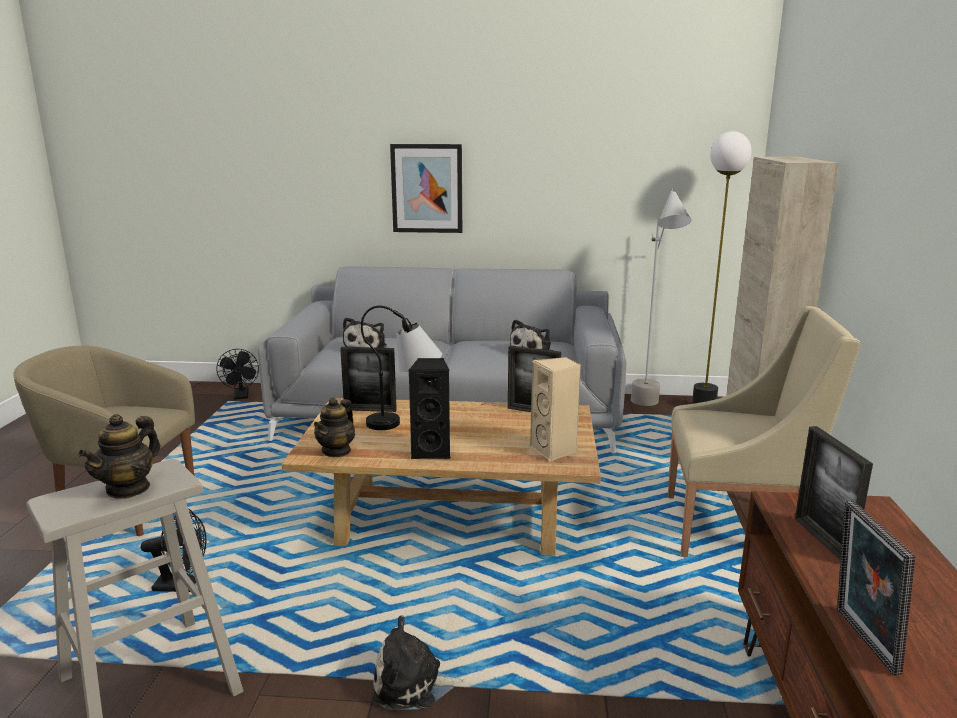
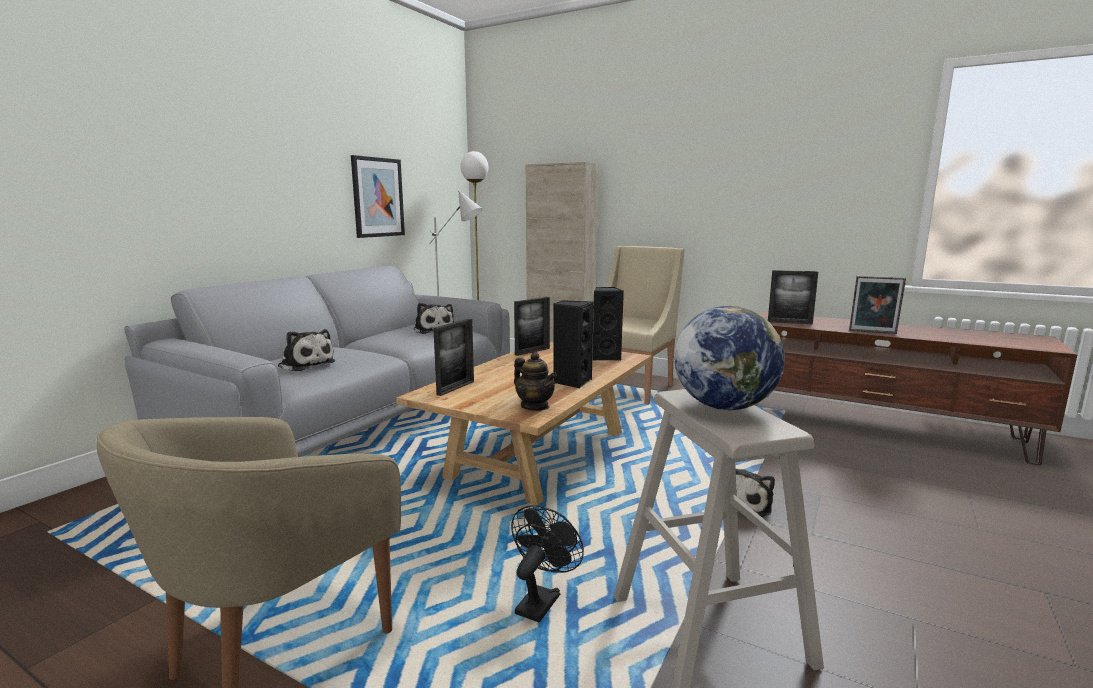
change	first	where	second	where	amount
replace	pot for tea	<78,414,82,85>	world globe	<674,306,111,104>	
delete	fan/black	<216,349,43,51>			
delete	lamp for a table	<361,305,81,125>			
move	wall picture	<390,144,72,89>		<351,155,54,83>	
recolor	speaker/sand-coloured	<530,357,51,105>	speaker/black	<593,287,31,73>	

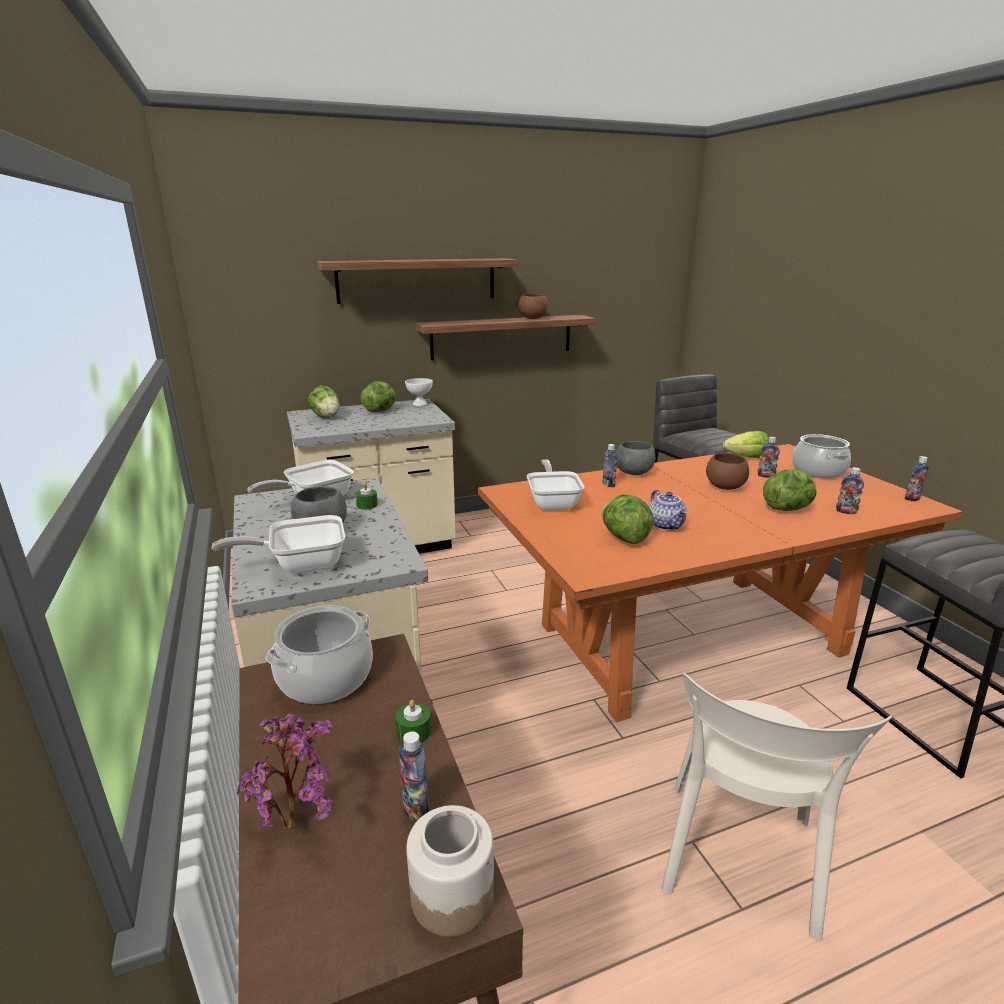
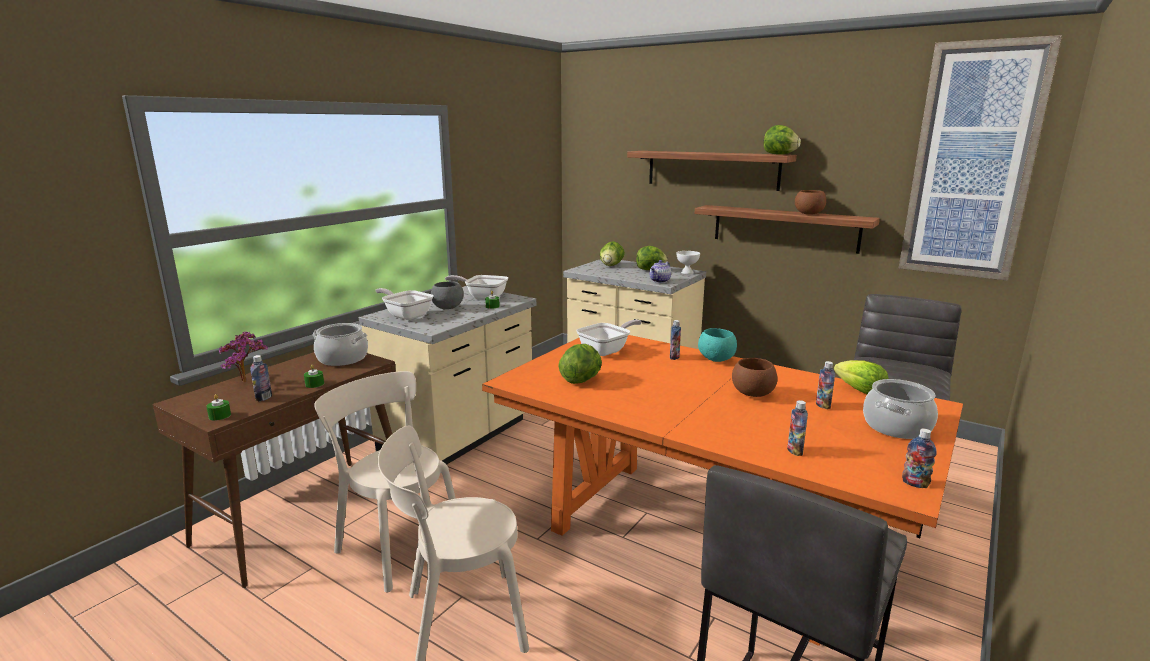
change	first	where	second	where	amount
replace	preserve jar	<406,805,88,132>	wax light/greenish	<206,394,25,26>	
recolor	deep dish/gray	<616,441,39,34>	deep dish/blue-green	<698,328,39,34>	
move	pot for tea	<649,490,38,41>		<649,260,22,23>	
move	head of lettuce	<763,469,54,42>		<764,125,37,30>	
insert			plain chair/sand-coloured	<314,371,142,222>	
insert			wall picture	<899,35,163,246>	

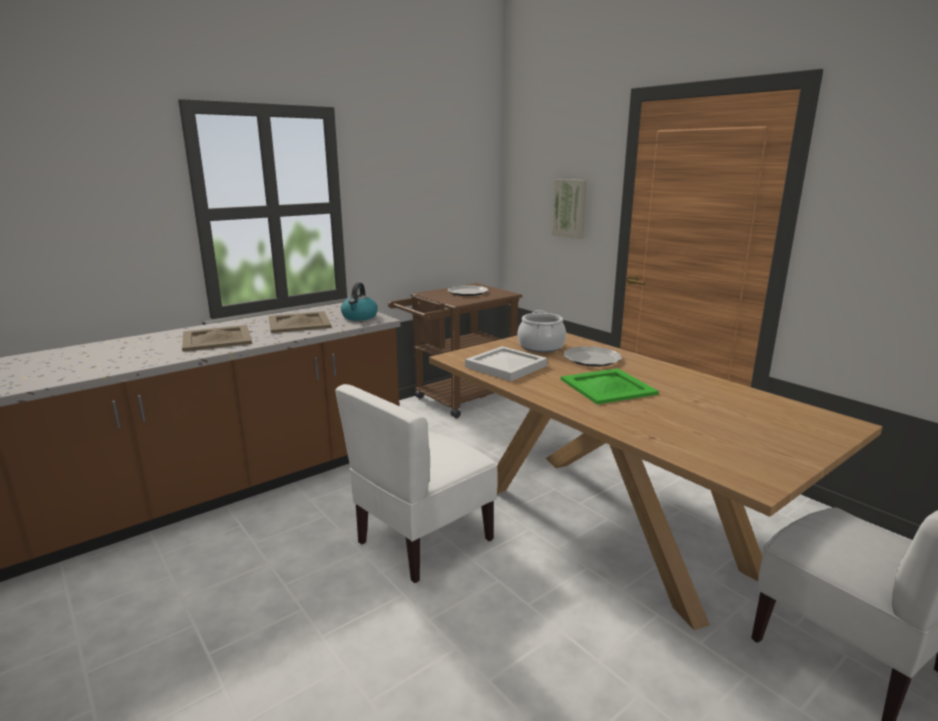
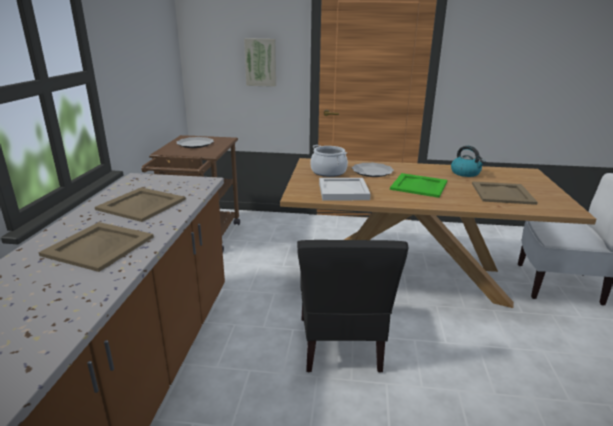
change	first	where	second	where	amount
recolor	plain chair/white-coloured	<335,384,163,199>	plain chair/black	<297,240,111,133>	
move	tea kettle	<341,283,37,38>		<451,146,35,31>	
insert			tray/sand-coloured	<472,181,66,24>	

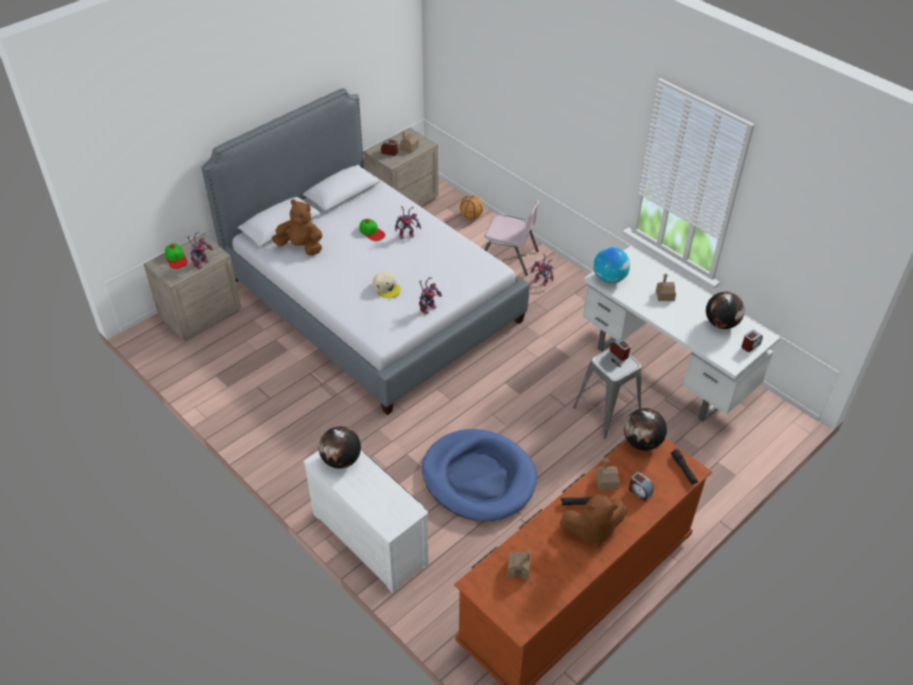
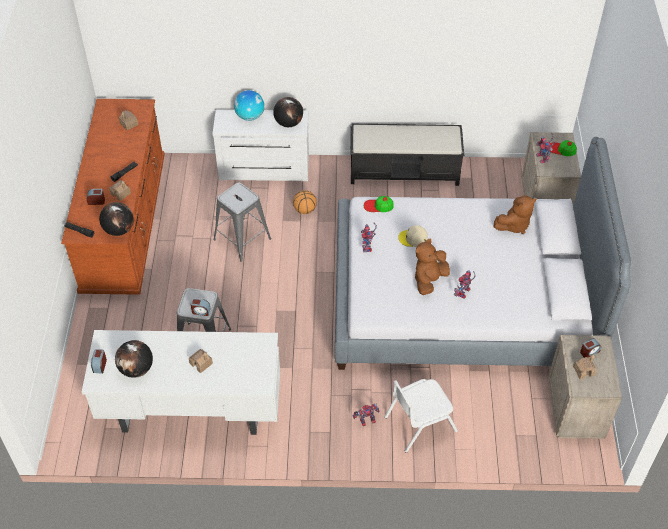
change	first	where	second	where	amount
move	peaked cap	<359,219,26,22>		<364,196,30,16>	
replace	dog cushion/bluish	<422,429,115,92>	stool/gray	<214,183,57,79>	
move	ball for basketball	<460,195,24,24>		<293,190,24,24>	
recolor	plain chair/pink-coloured	<484,200,55,76>	plain chair/white-coloured	<384,379,74,74>	
move	cuddly toy/brown	<560,494,67,53>		<415,239,35,56>	
move	world globe	<593,247,37,37>		<234,90,30,31>	
insert			long seat/black	<350,124,114,62>	

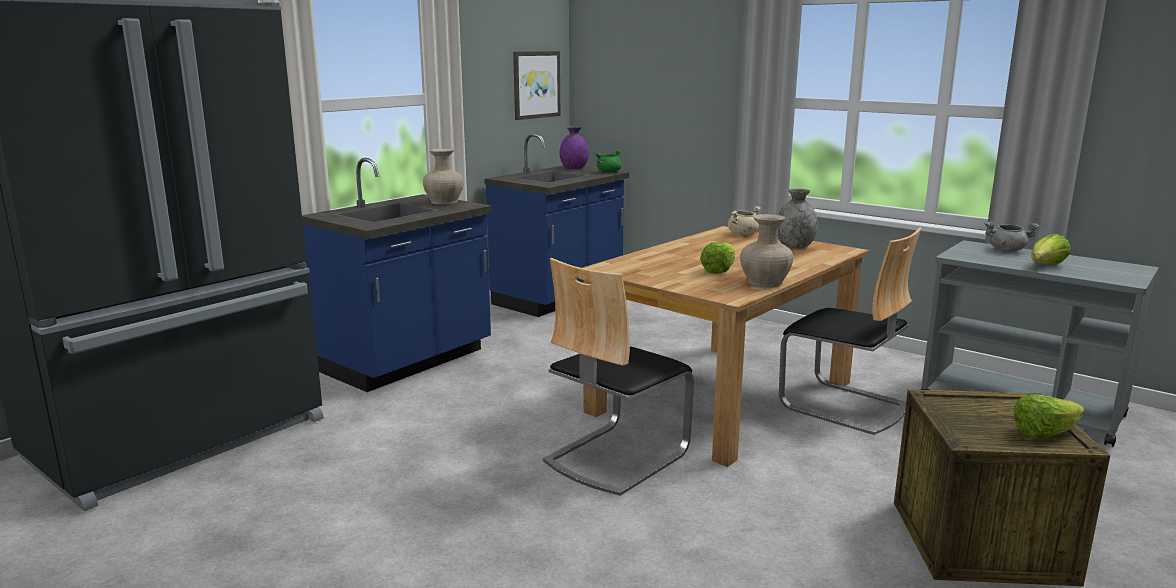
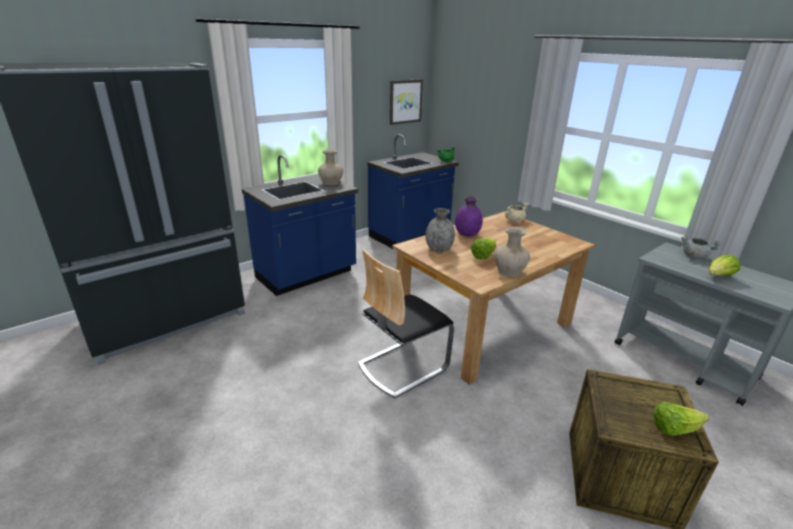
change	first	where	second	where	amount
move	vase/purple-coloured	<560,126,29,43>		<455,196,28,41>	
move	vase/gray	<777,189,41,59>		<425,208,30,44>	
delete	plain chair	<779,227,142,208>			

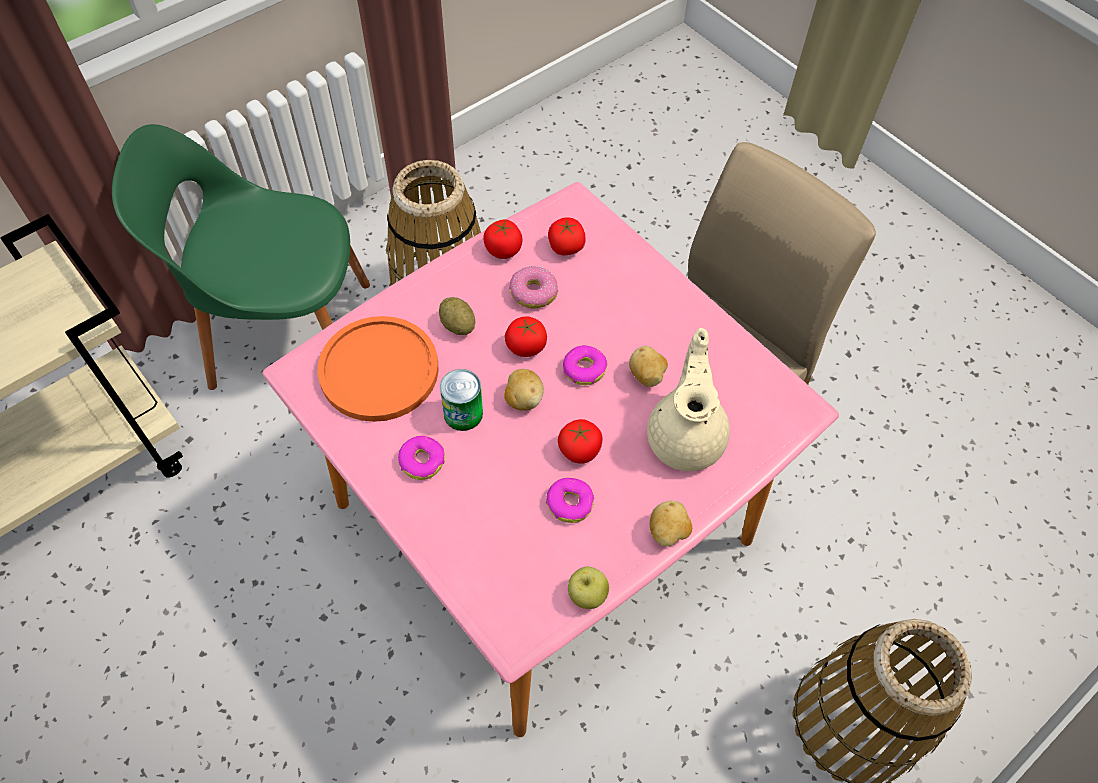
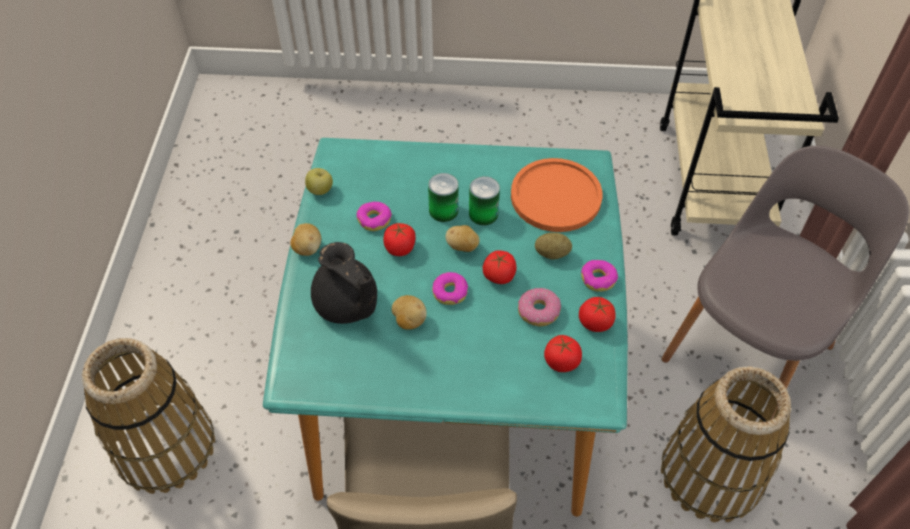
change	first	where	second	where	amount
recolor	plain chair/greenish	<112,124,258,266>	plain chair/gray	<661,146,248,274>	
recolor	dining table/pink-coloured	<263,182,576,555>	dining table/blue-green	<263,138,365,379>	
move	doughnut	<398,436,47,44>		<581,260,37,32>	
recolor	pot for tea/sand-coloured	<647,328,83,143>	pot for tea/black	<311,242,66,82>	
insert			sealed can	<428,173,31,49>	

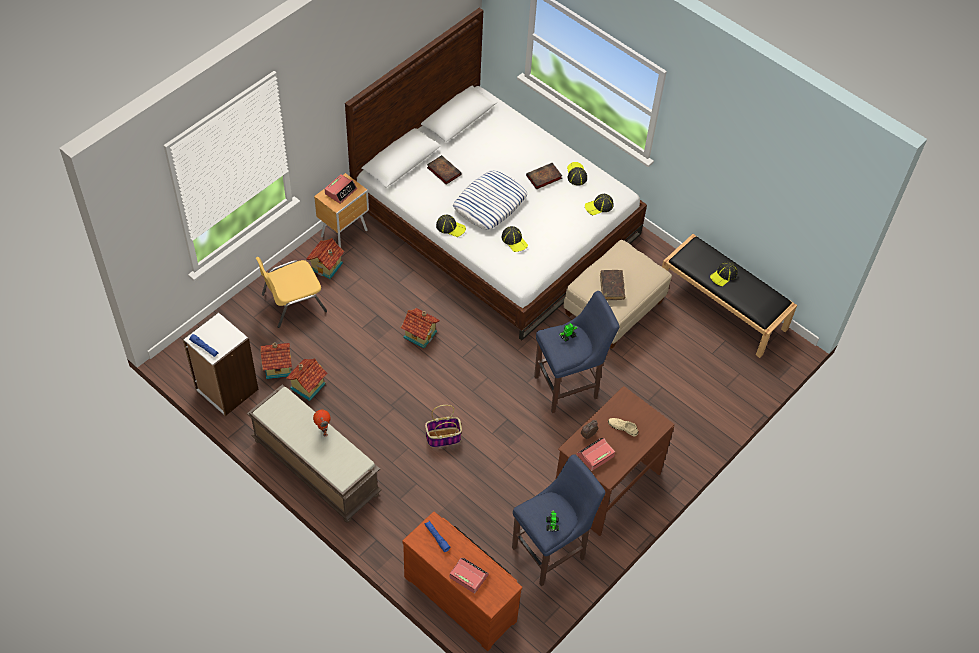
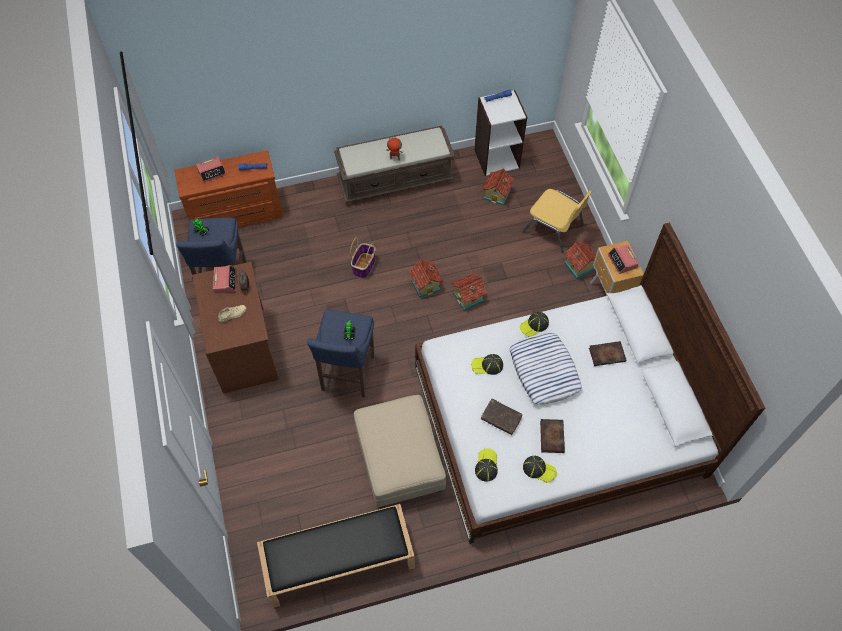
change	first	where	second	where	amount
rotate	plain chair/yellow-coloured	<256,257,71,71>		<523,189,69,63>	120 degrees clockwise
move	toy house	<286,358,41,43>		<408,259,35,39>	
move	book/brown	<600,270,25,30>		<481,399,41,36>	
delete	peaked cap	<710,262,28,24>			

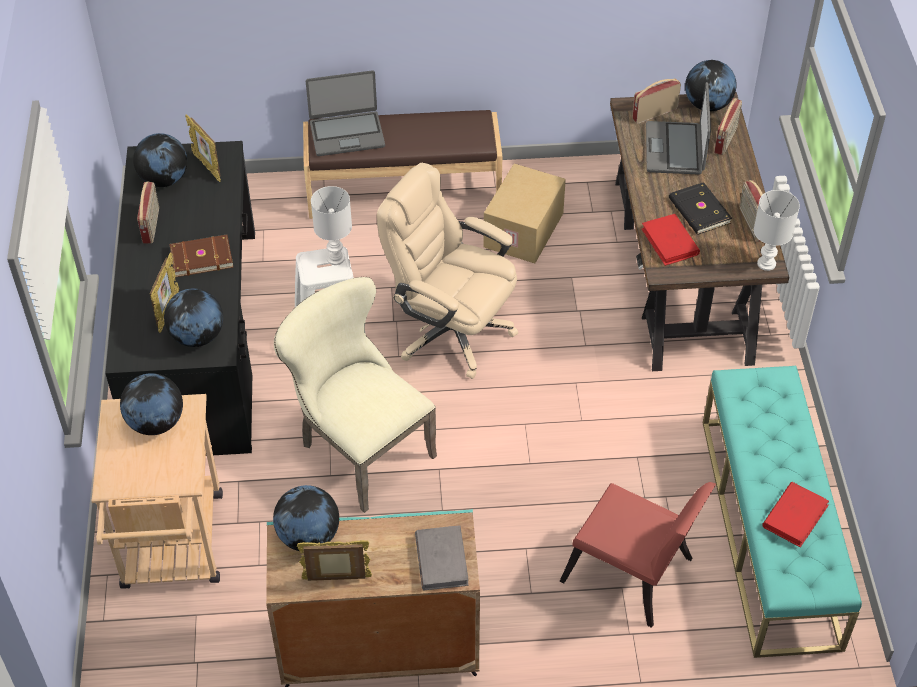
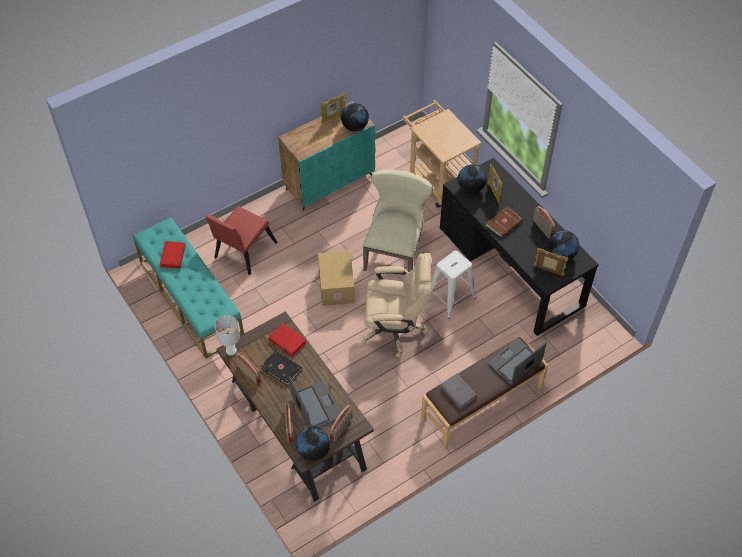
change	first	where	second	where	amount
delete	world globe	<120,373,63,62>			
rotate	plain chair/sand-coloured	<274,277,163,236>		<363,170,70,102>	90 degrees counterclockwise
delete	lamp for a table/white-coloured	<311,186,41,79>			
move	book/gray	<415,525,54,65>		<440,373,37,36>	
move	packing box	<483,164,83,99>		<318,251,37,55>	
rotate	plain chair/red-coloured	<560,482,156,146>		<205,206,73,69>	60 degrees counterclockwise

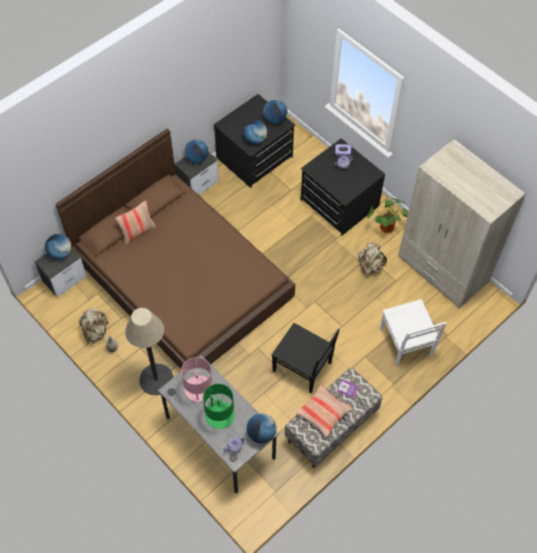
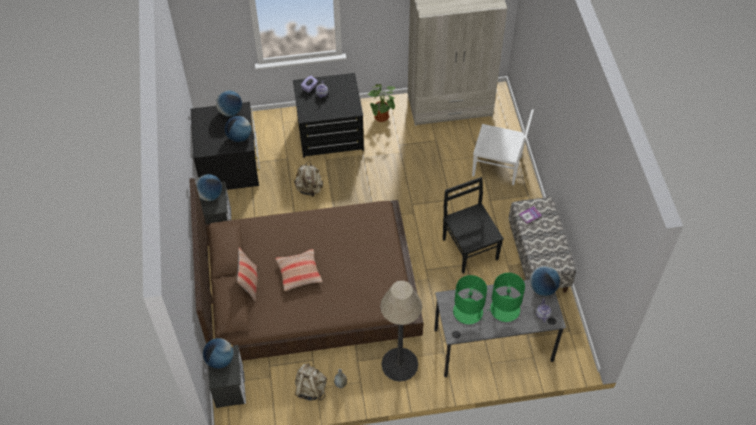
change	first	where	second	where	amount
recolor	lamp for a table/pink-coloured	<181,357,32,48>	lamp for a table/greenish	<453,275,34,49>	
rotate	plain chair/black	<272,323,68,70>		<443,177,61,96>	90 degrees counterclockwise
move	throw pillow	<296,384,56,53>		<275,249,48,42>	
move	rucksack/sand-coloured	<358,243,29,31>		<294,162,29,35>	

